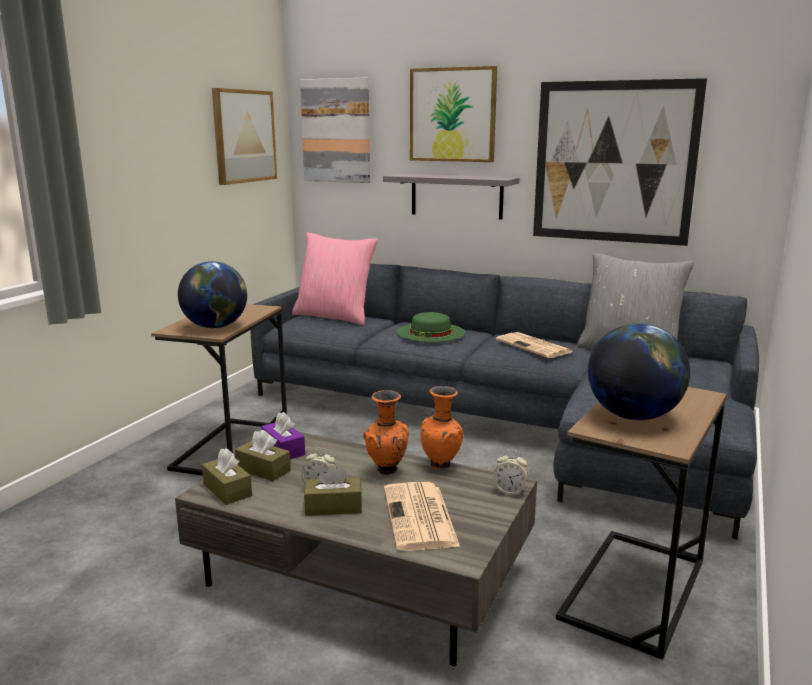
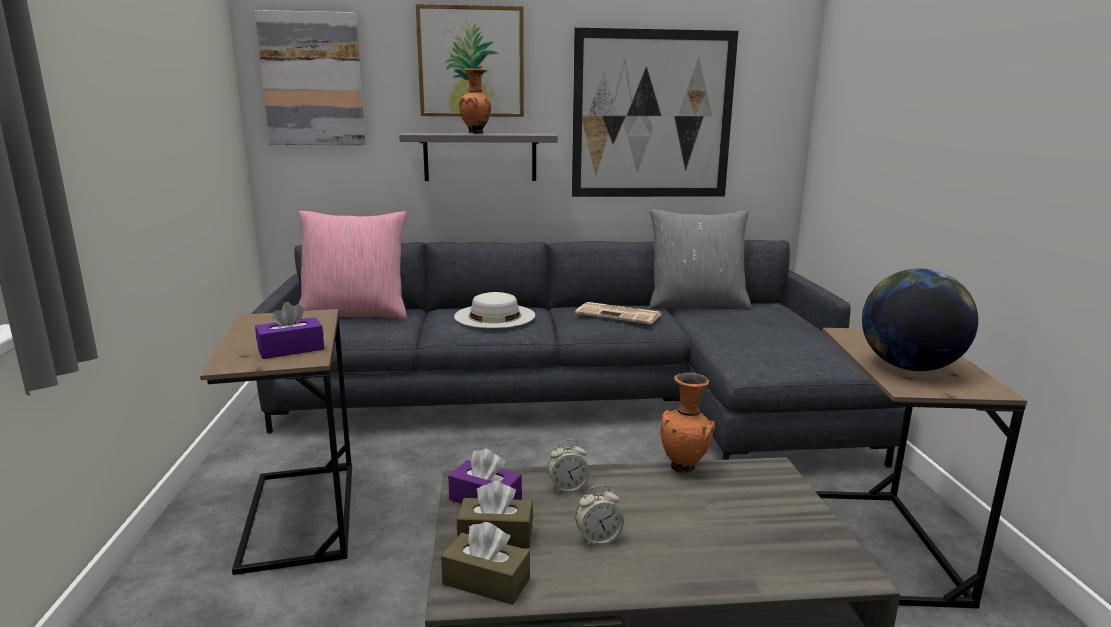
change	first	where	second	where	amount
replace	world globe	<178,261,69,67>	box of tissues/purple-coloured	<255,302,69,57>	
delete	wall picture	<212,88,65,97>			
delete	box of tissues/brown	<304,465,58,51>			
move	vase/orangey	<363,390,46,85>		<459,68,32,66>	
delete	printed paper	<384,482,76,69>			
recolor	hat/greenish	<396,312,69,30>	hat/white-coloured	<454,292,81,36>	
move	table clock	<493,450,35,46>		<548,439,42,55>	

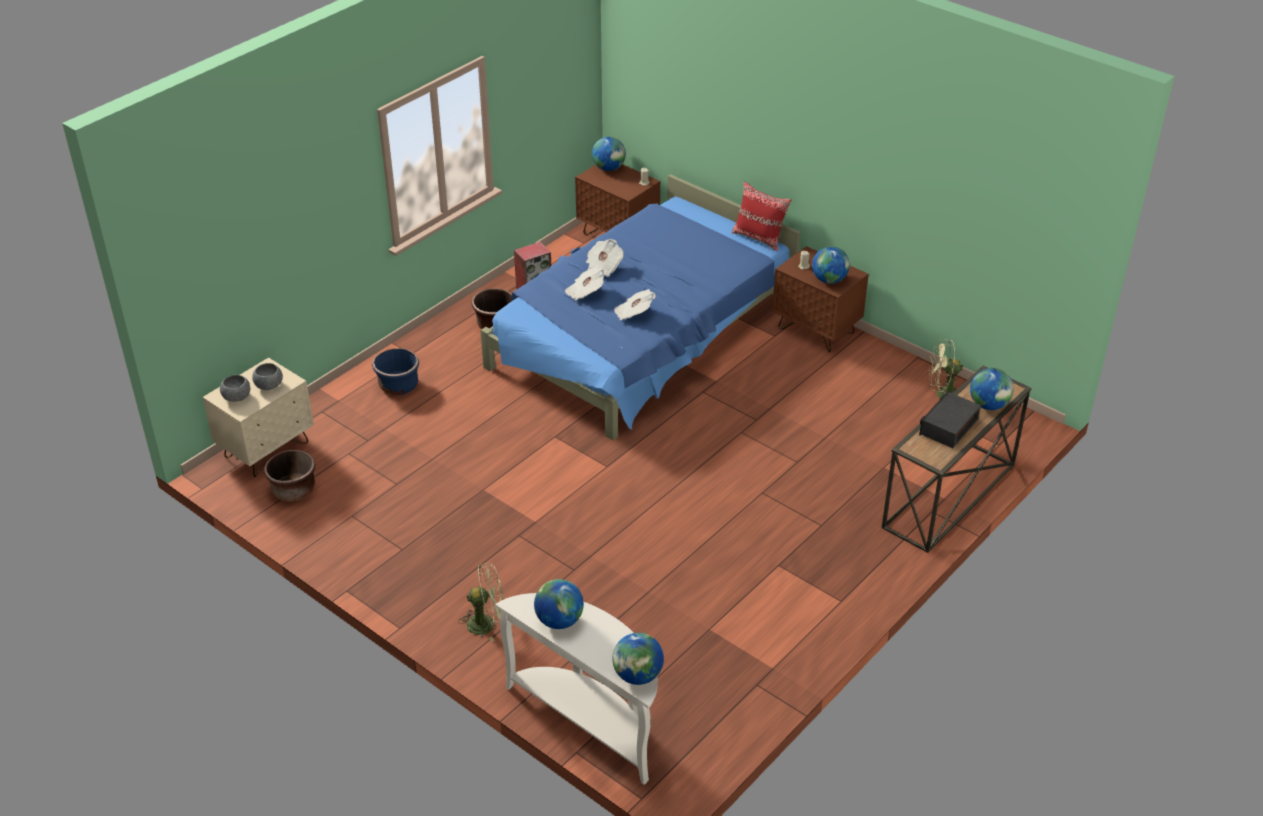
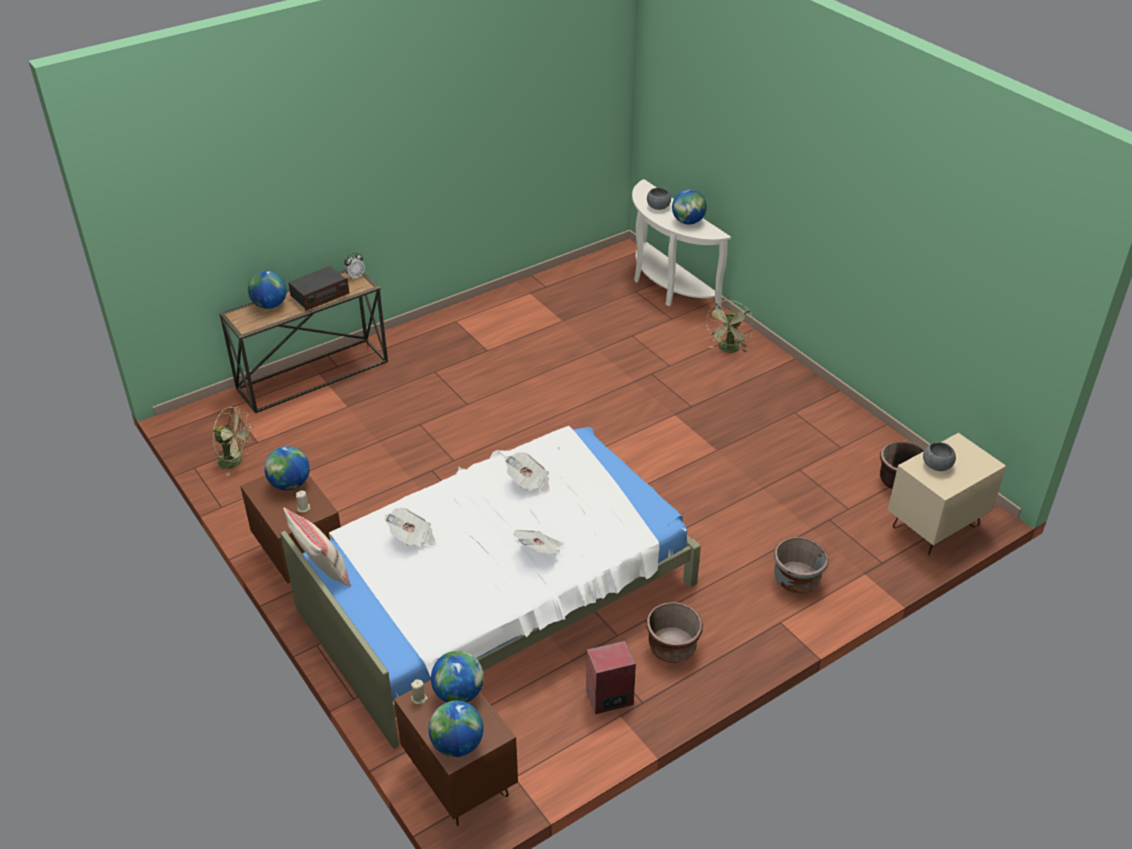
change	first	where	second	where	amount
move	deep dish/gray	<220,375,30,27>		<647,188,24,22>	
recolor	flower pot/bluish	<372,348,47,47>	flower pot/gray	<774,537,55,57>	
rotate	fan/greenish	<458,563,46,79>		<705,300,49,53>	75 degrees counterclockwise
recolor	sleeping bed/bluish	<480,174,320,266>	sleeping bed/white-coloured	<280,426,421,323>	
move	printed paper	<565,267,41,34>		<385,508,51,39>	
move	world globe	<612,633,52,52>		<431,651,53,52>	
recolor	throw pillow/red-coloured	<732,181,59,70>	throw pillow/sand-coloured	<283,508,68,79>	
insert			table clock	<344,253,21,26>	

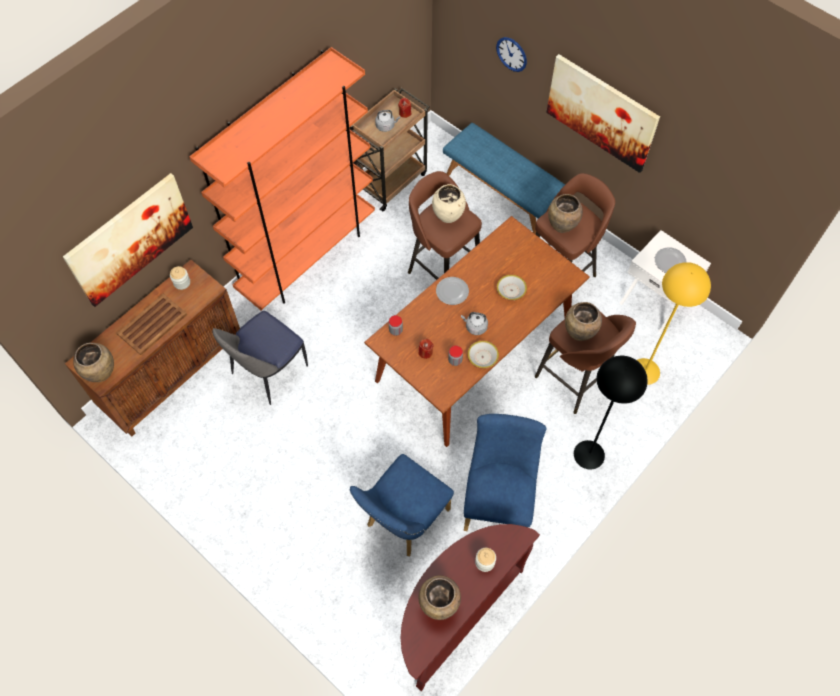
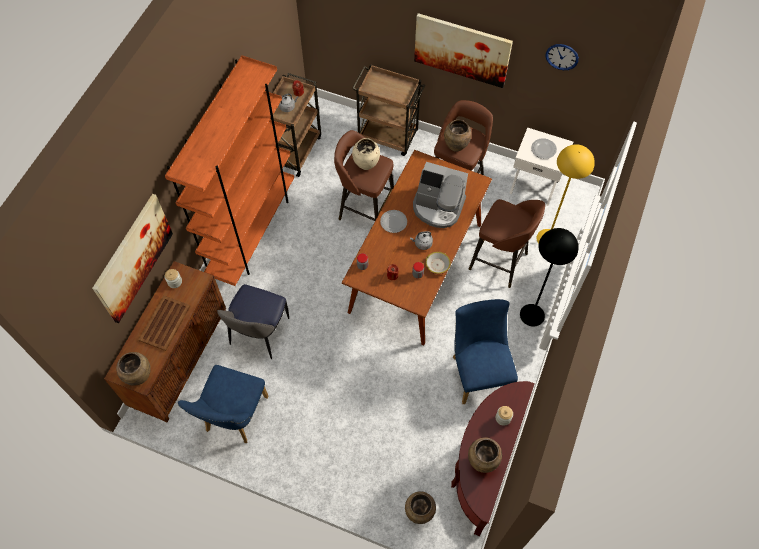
change	first	where	second	where	amount
move	plain chair/bluish	<350,454,104,102>		<178,365,90,78>	
replace	long seat/bluish	<443,123,122,111>	trolley/brown	<352,64,74,92>	
move	clock on the wall	<496,37,31,35>		<546,44,33,26>	
replace	deep dish	<496,275,31,26>	coffee brewer	<413,162,55,66>	
move	vase/brown	<565,302,37,39>		<405,491,31,33>	

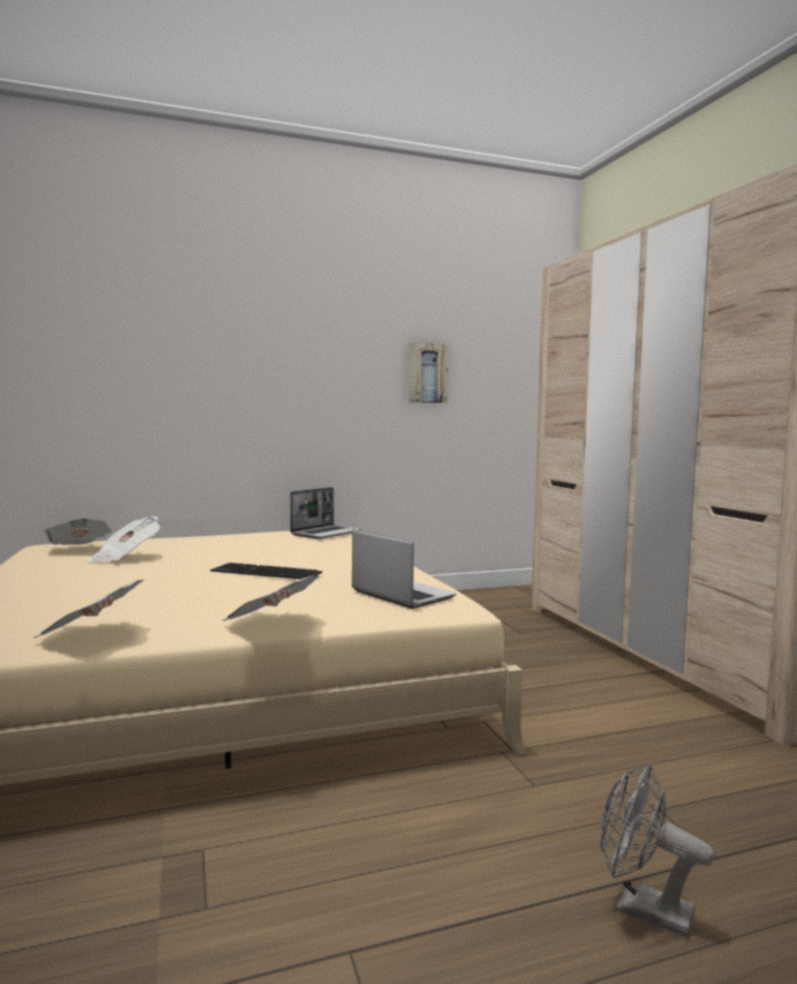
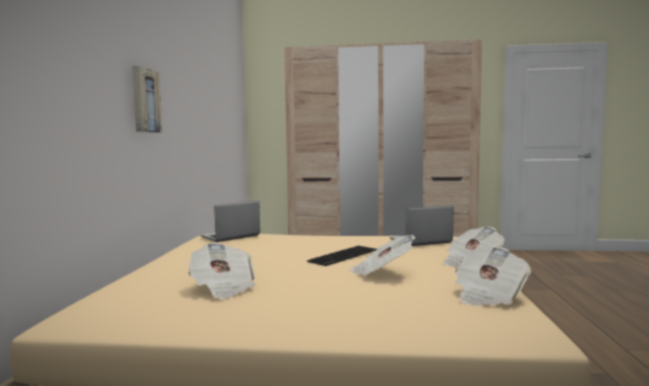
change	first	where	second	where	amount
move	printed paper	<45,519,66,26>		<350,235,66,41>	
rotate	laptop	<290,487,72,52>		<200,201,60,41>	105 degrees counterclockwise
move	wall picture	<409,343,39,60>		<132,66,30,67>	
delete	fan/gray	<600,764,114,174>			

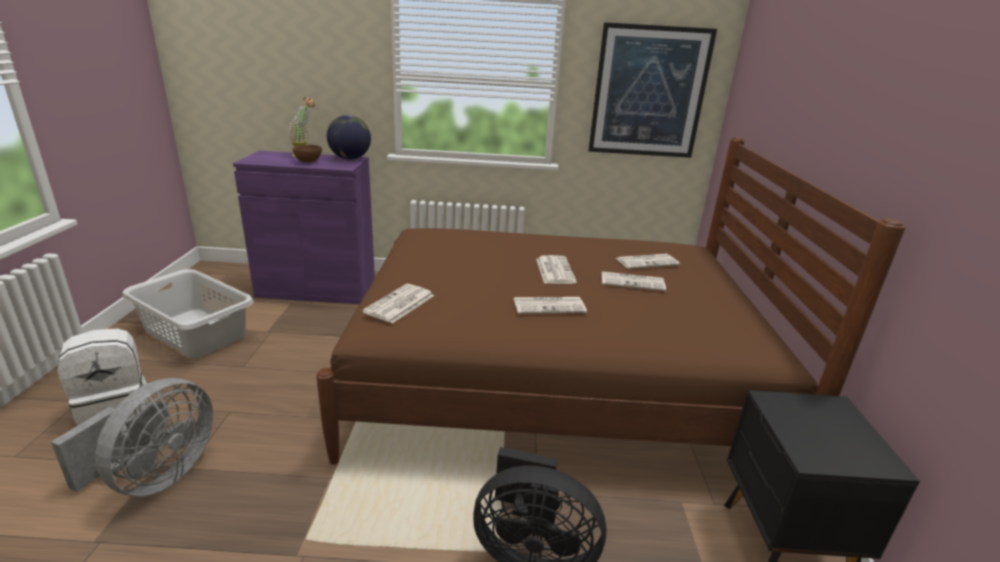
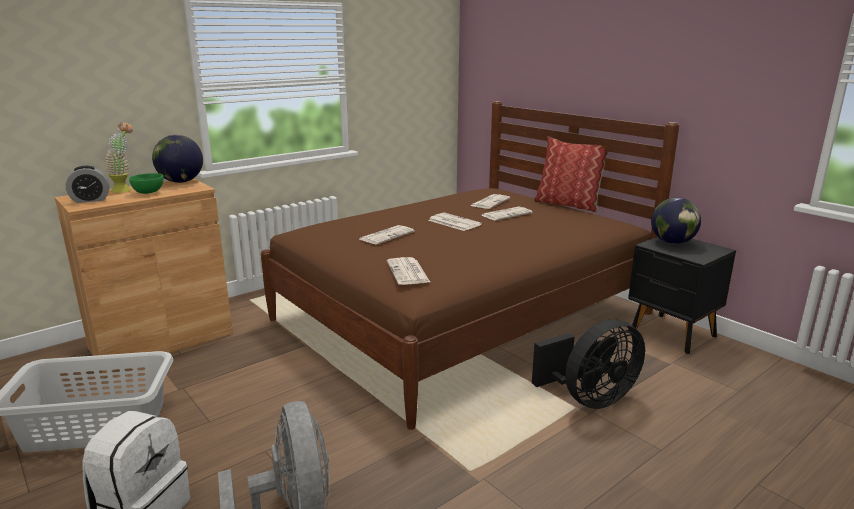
change	first	where	second	where	amount
recolor	storage cabinet/purple-coloured	<233,150,142,154>	storage cabinet/brown	<55,178,178,195>	
recolor	deep dish/brown	<292,145,30,17>	deep dish/greenish	<129,173,35,21>	
move	printed paper	<513,297,74,17>		<360,225,55,20>	
delete	wall picture	<588,22,129,136>			
insert			table clock	<66,166,43,37>	
insert			throw pillow	<533,137,76,76>	
insert			world globe	<651,197,50,47>	

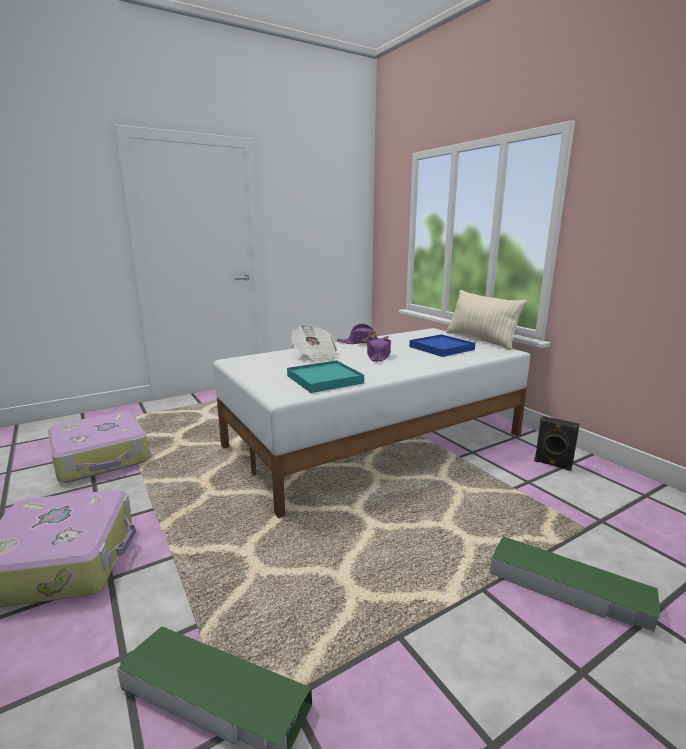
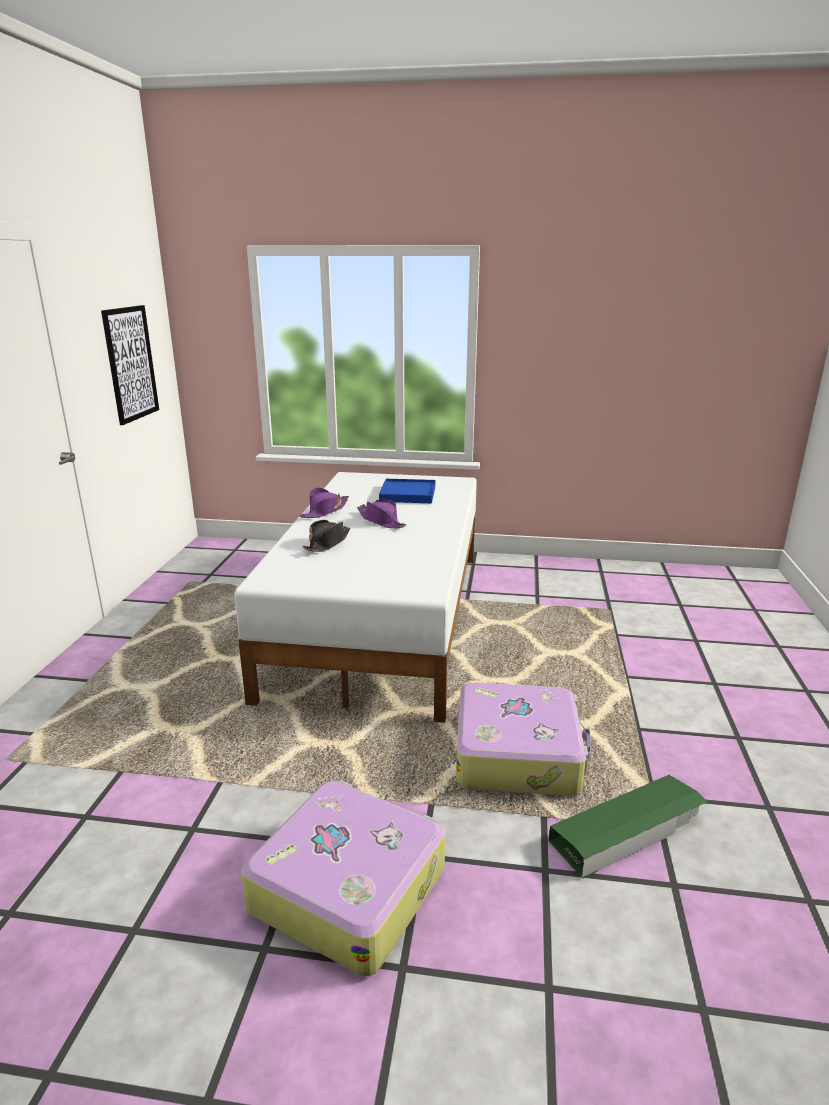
change	first	where	second	where	amount
move	suitcase	<48,411,101,72>		<456,683,135,113>	
delete	tray/blue-green	<287,360,77,33>			
replace	printed paper	<291,324,47,39>	hat/black	<303,520,47,32>	
delete	throw pillow/sand-coloured	<446,290,81,60>			
delete	storage container/greenish	<490,536,170,95>			
delete	speaker/black	<534,416,46,55>			
insert			wall picture	<101,305,58,120>	

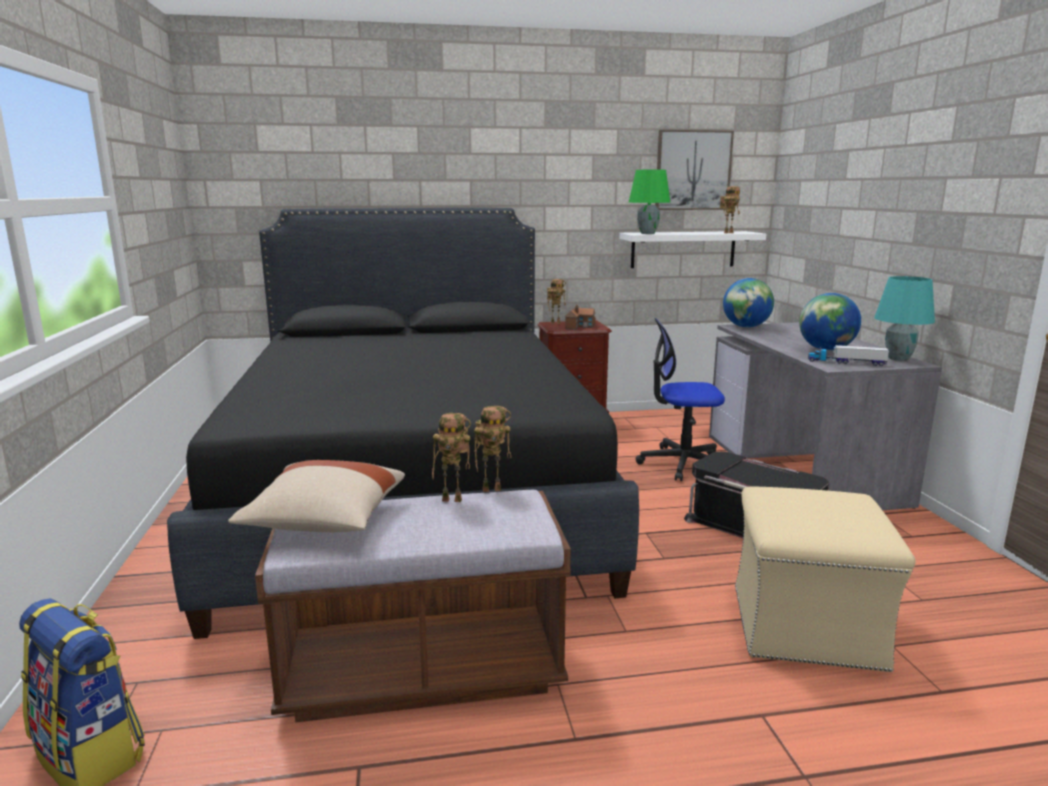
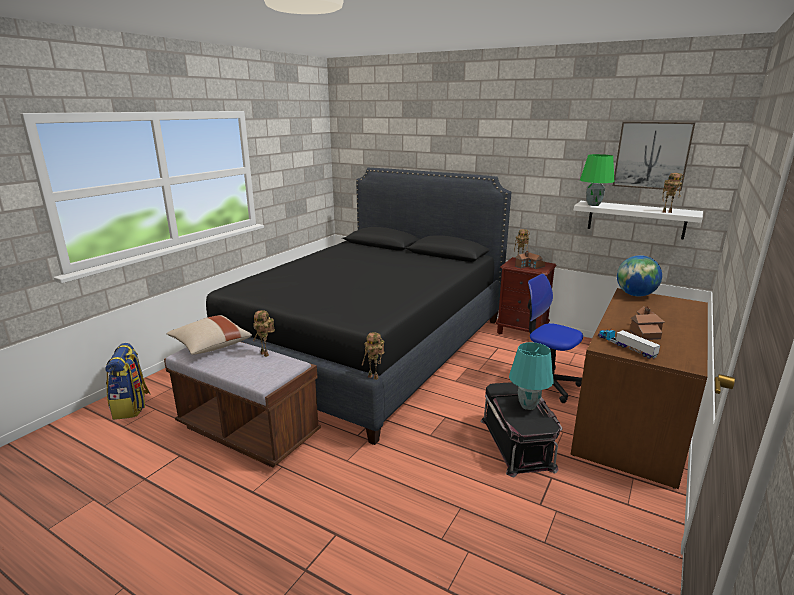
change	first	where	second	where	amount
move	robot figure	<474,406,37,86>		<362,332,22,48>	
recolor	desk unit/gray	<709,322,233,188>	desk unit/brown	<570,288,138,201>	
delete	ottoman/sand-coloured	<735,486,180,186>			
replace	world globe	<799,293,62,58>	toy house	<630,306,35,34>	
move	lamp for a table/blue-green	<874,276,61,85>		<509,342,45,68>	

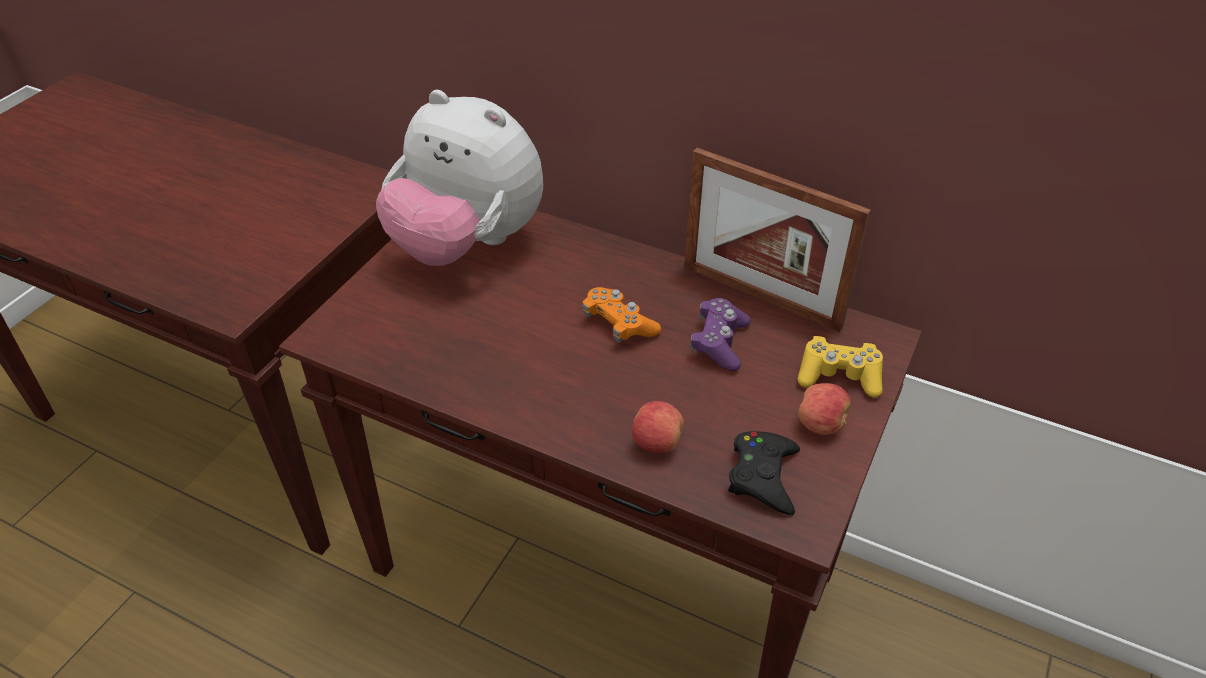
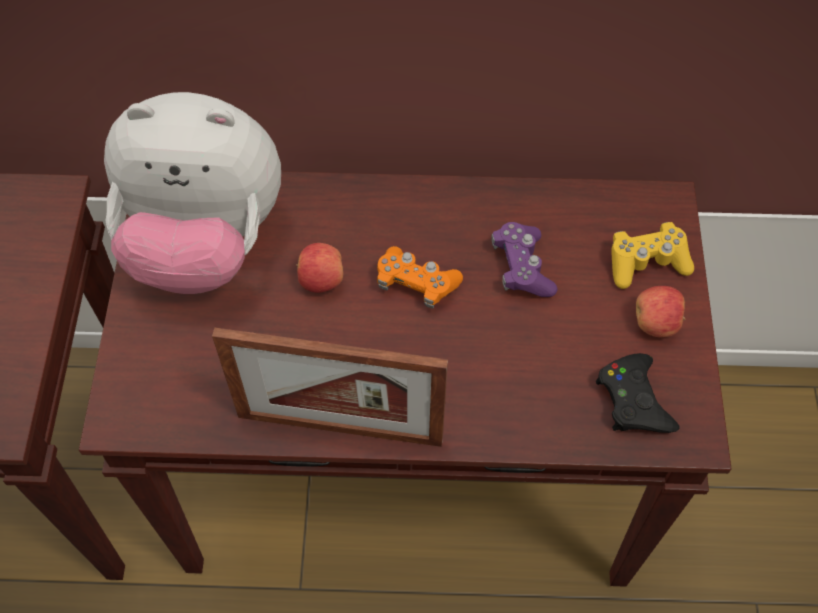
change	first	where	second	where	amount
move	apple	<632,401,52,52>		<296,243,47,50>	
move	standing frame	<684,148,187,184>		<212,328,236,119>	

